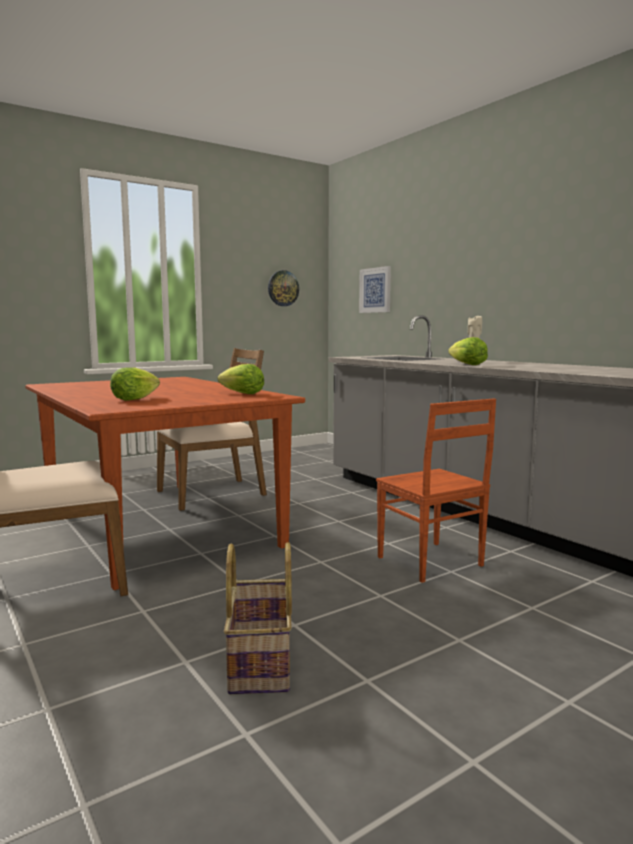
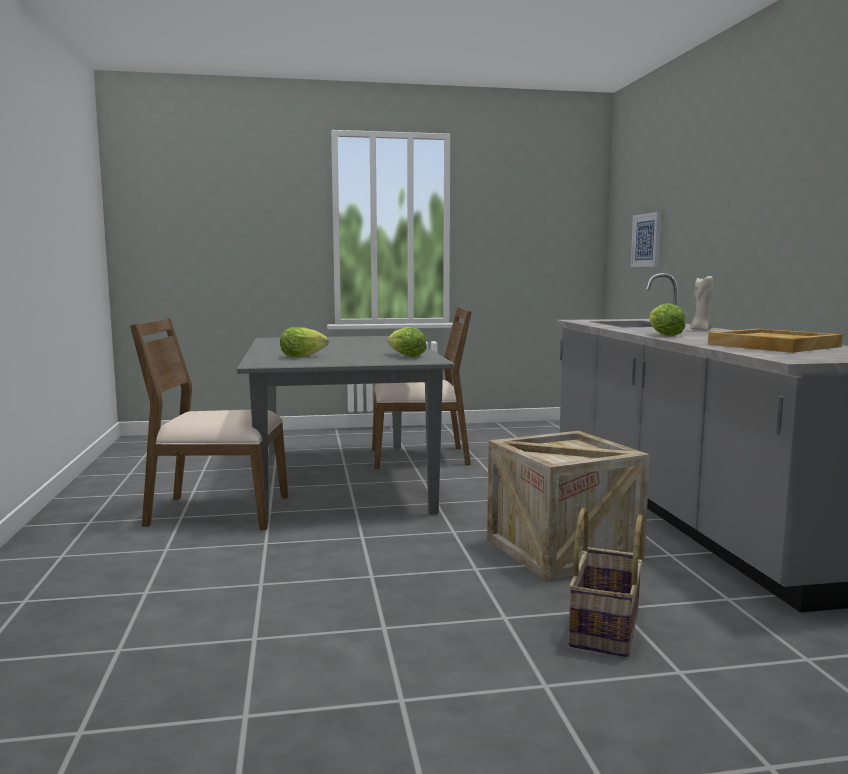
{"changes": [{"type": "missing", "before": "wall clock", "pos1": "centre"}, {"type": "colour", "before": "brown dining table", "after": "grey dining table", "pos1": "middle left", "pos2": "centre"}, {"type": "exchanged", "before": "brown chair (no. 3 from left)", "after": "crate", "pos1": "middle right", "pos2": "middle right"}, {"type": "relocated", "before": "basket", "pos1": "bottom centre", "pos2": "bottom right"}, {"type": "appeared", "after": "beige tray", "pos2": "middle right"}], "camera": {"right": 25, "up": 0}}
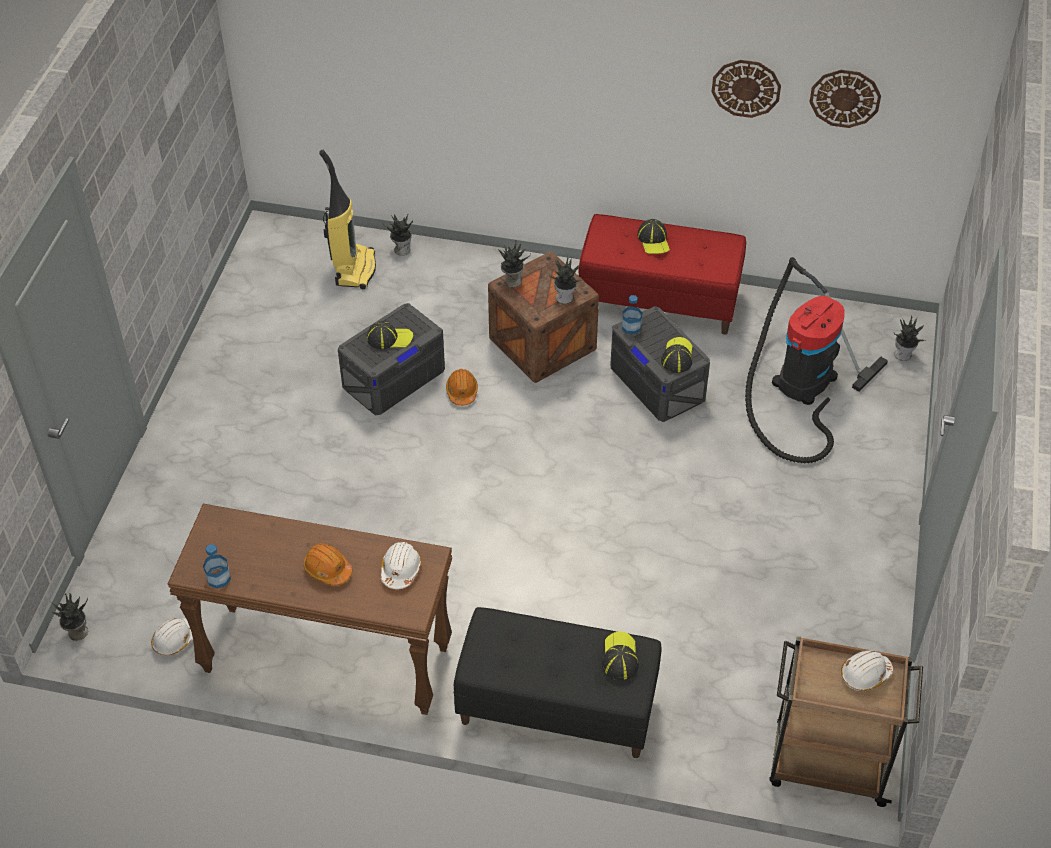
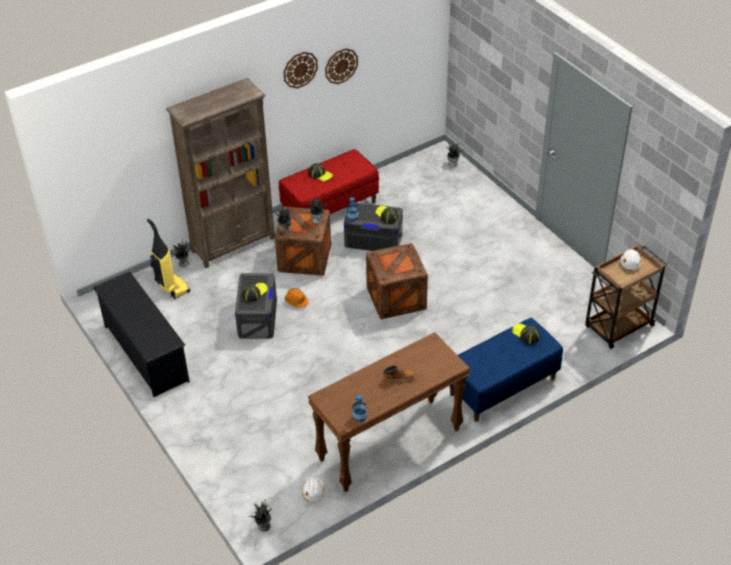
{"changes": [{"type": "relocated", "before": "wall clock (no. 2 from left in the first image)", "after": "wall clock (no. 1 from left)", "pos1": "top right", "pos2": "top centre"}, {"type": "missing", "before": "vacuum cleaner (no. 2 from left)", "pos1": "middle right"}, {"type": "missing", "before": "white hard hat (no. 2 from left)", "pos1": "centre"}, {"type": "exchanged", "before": "orange hard hat (no. 1 from left)", "after": "boot", "pos1": "middle left", "pos2": "centre"}, {"type": "colour", "before": "black bench", "after": "blue bench", "pos1": "bottom centre", "pos2": "middle right"}, {"type": "appeared", "after": "brown bookcase", "pos2": "top left"}, {"type": "appeared", "after": "crate (no. 2 from left)", "pos2": "centre"}, {"type": "appeared", "after": "black shoe rack", "pos2": "middle left"}], "camera": {"right": -45, "up": -5}}
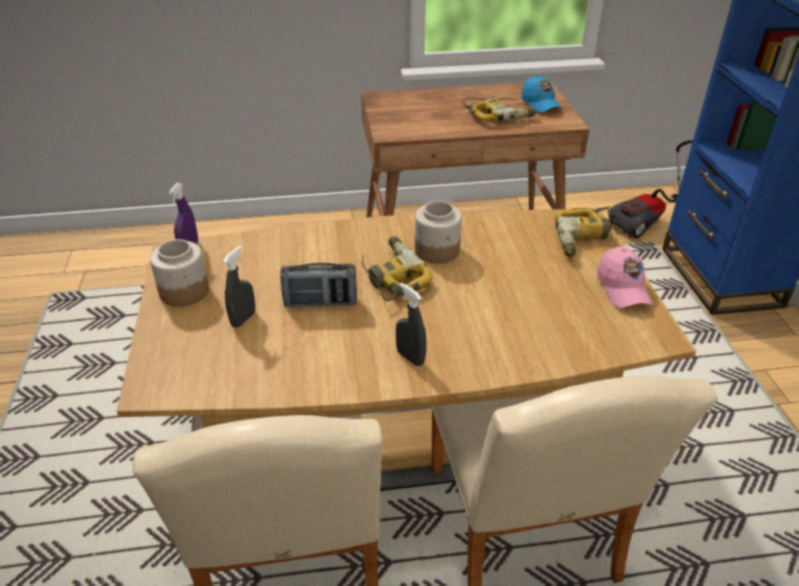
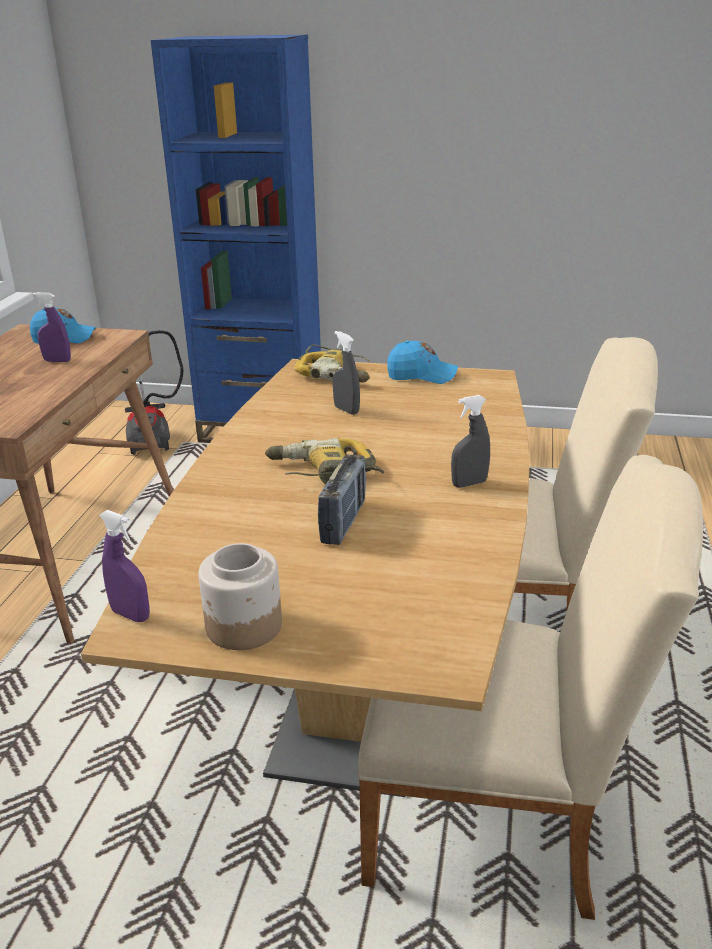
{"changes": [{"type": "exchanged", "before": "power drill (no. 2 from left)", "after": "purple spray bottle (no. 1 from left)", "pos1": "top centre", "pos2": "middle left"}, {"type": "missing", "before": "jar (no. 2 from left)", "pos1": "centre"}, {"type": "relocated", "before": "grey spray bottle (no. 1 from left)", "pos1": "middle left", "pos2": "centre"}, {"type": "colour", "before": "pink cap", "after": "blue cap (no. 2 from left)", "pos1": "middle right", "pos2": "centre"}], "camera": {"right": -70, "up": -10}}
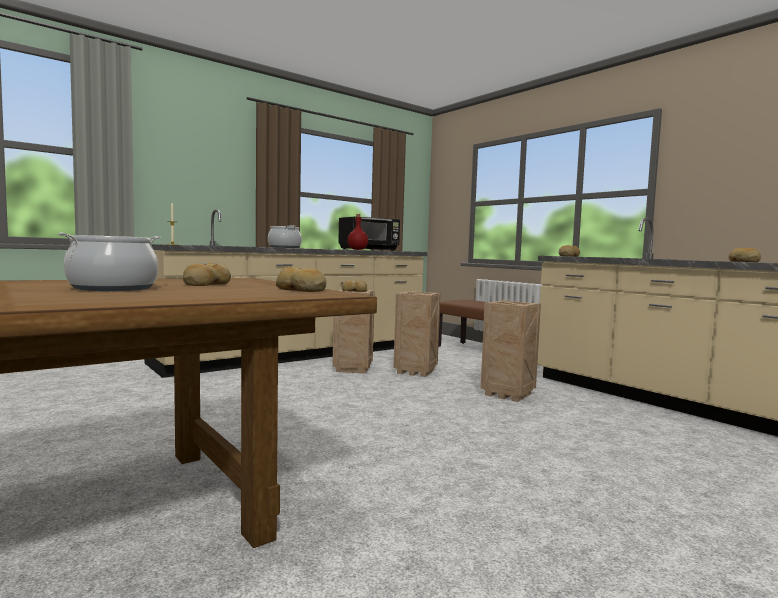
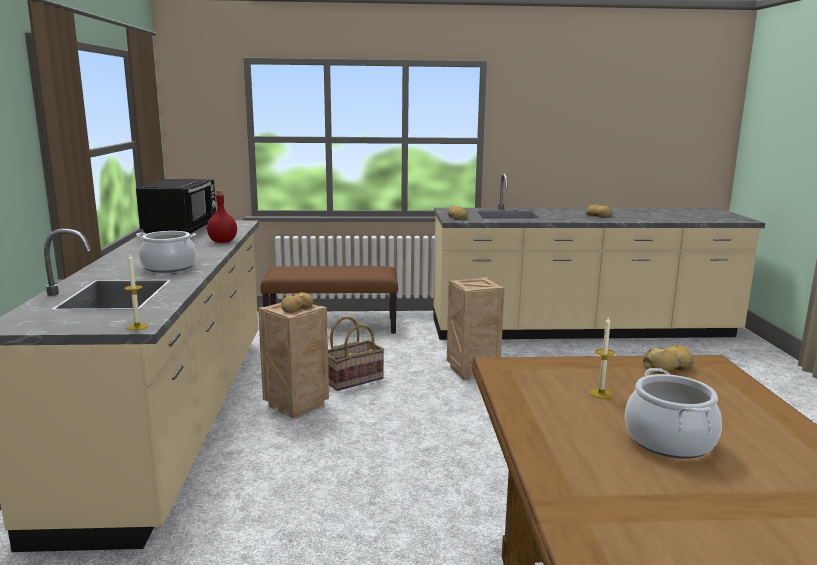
{"changes": [{"type": "exchanged", "before": "bread (no. 1 from left)", "after": "candle (no. 2 from left)", "pos1": "middle left", "pos2": "middle right"}, {"type": "exchanged", "before": "crate (no. 2 from left)", "after": "basket", "pos1": "centre", "pos2": "centre"}], "camera": {"right": -55, "up": 10}}
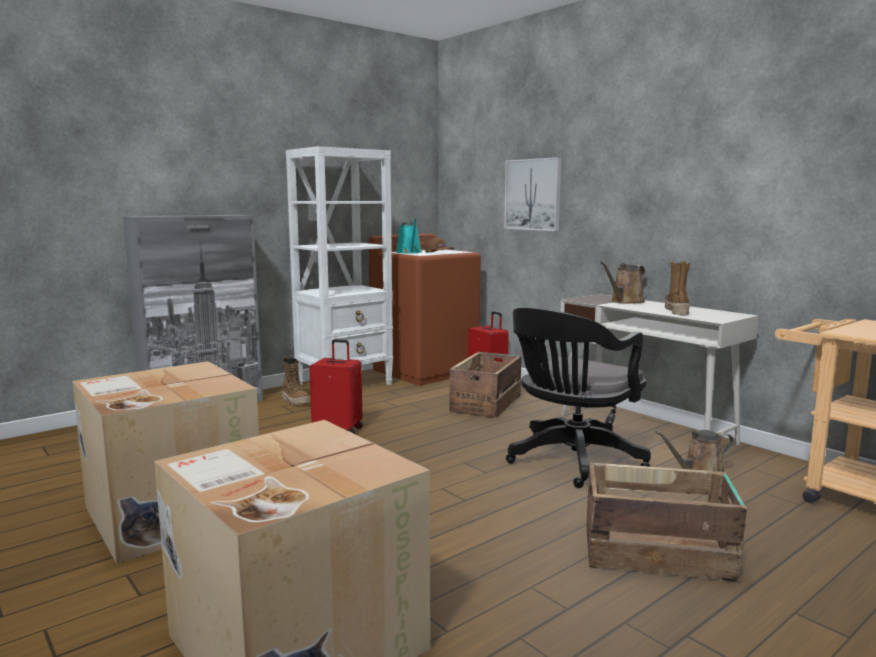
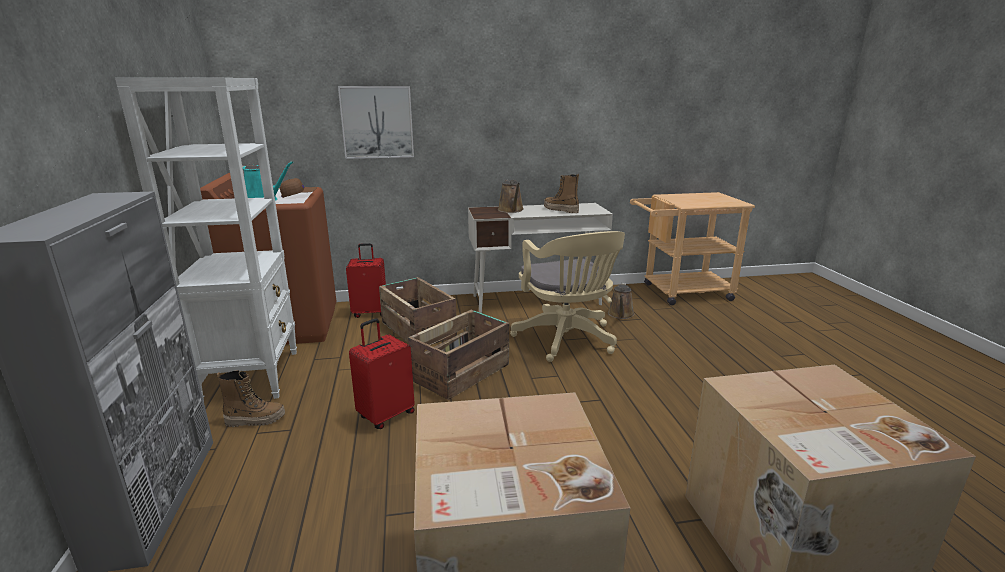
{"changes": [{"type": "colour", "before": "black office chair", "after": "beige office chair", "pos1": "centre", "pos2": "centre"}, {"type": "relocated", "before": "crate (no. 2 from left)", "pos1": "bottom right", "pos2": "centre"}], "camera": {"right": -60, "up": 10}}
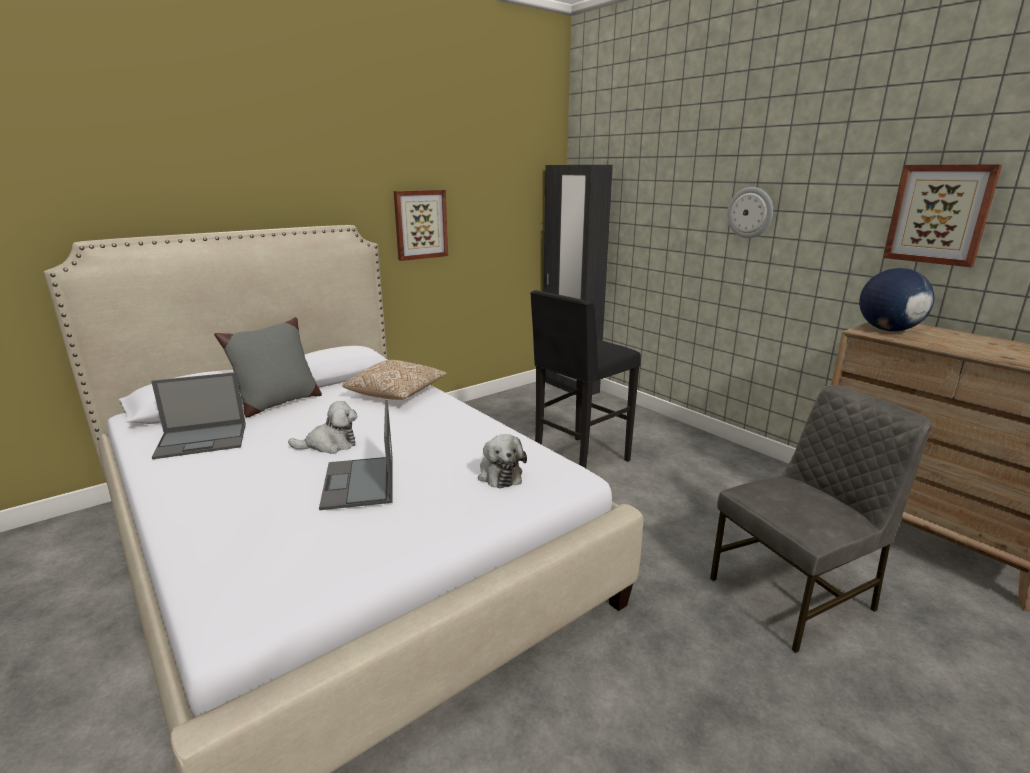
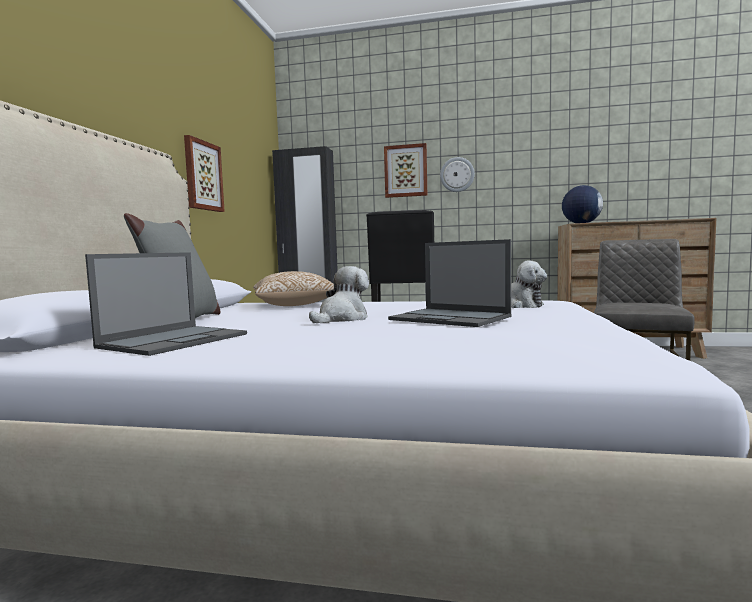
{"changes": [{"type": "relocated", "before": "picture (no. 2 from left)", "pos1": "top right", "pos2": "top centre"}], "camera": {"right": -40, "up": -15}}
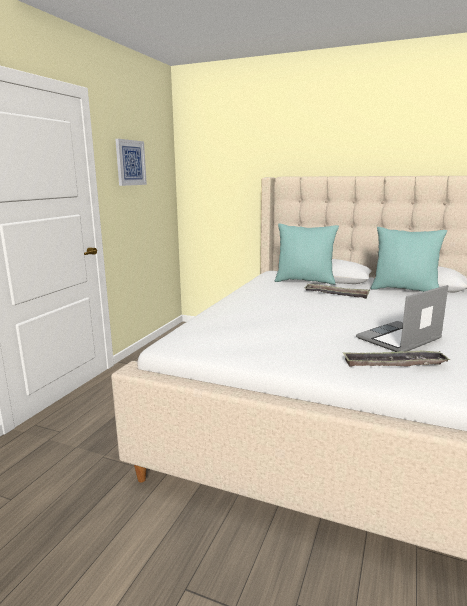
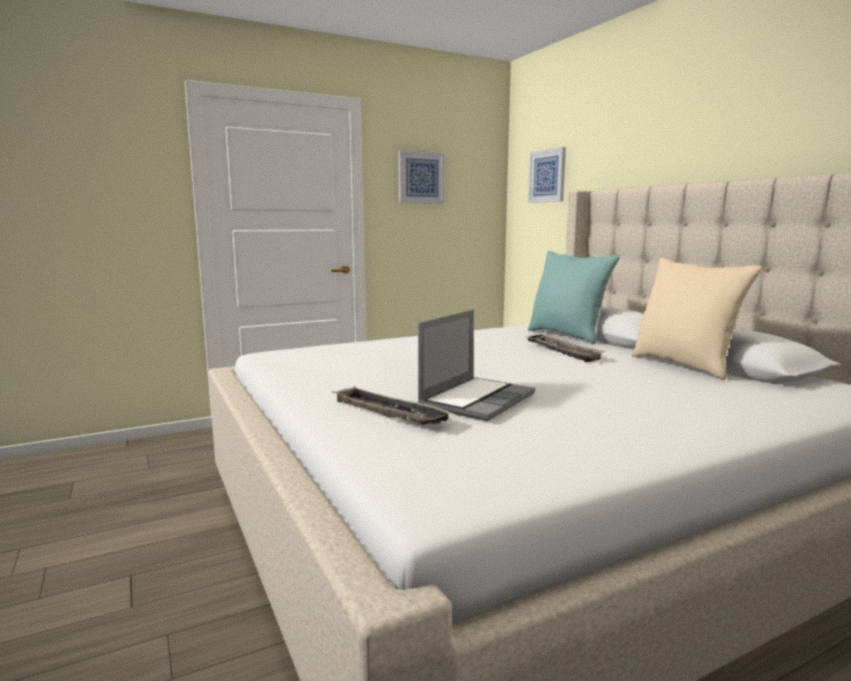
{"changes": [{"type": "colour", "before": "turquoise pillow (no. 2 from left)", "after": "beige pillow", "pos1": "middle right", "pos2": "middle right"}, {"type": "spun", "before": "laptop", "pos1": "middle right", "pos2": "centre", "turn": 120}, {"type": "appeared", "after": "picture (no. 2 from left)", "pos2": "top centre"}], "camera": {"right": 40, "up": -5}}
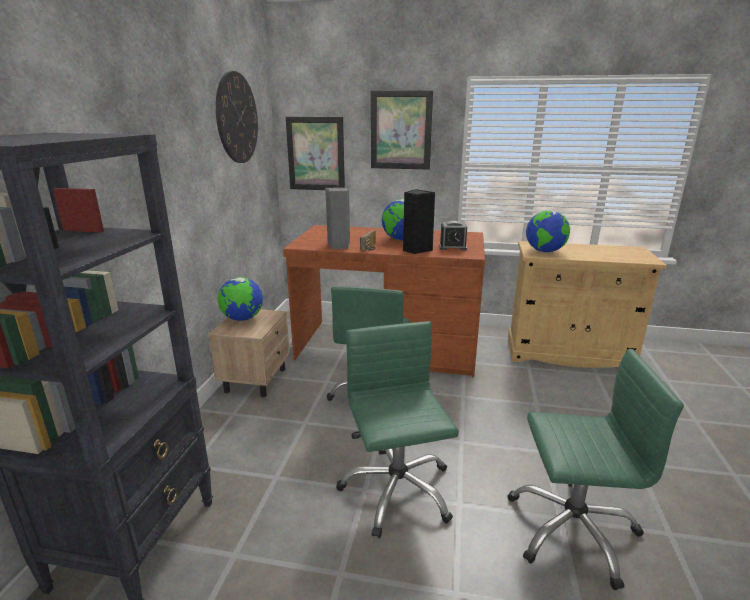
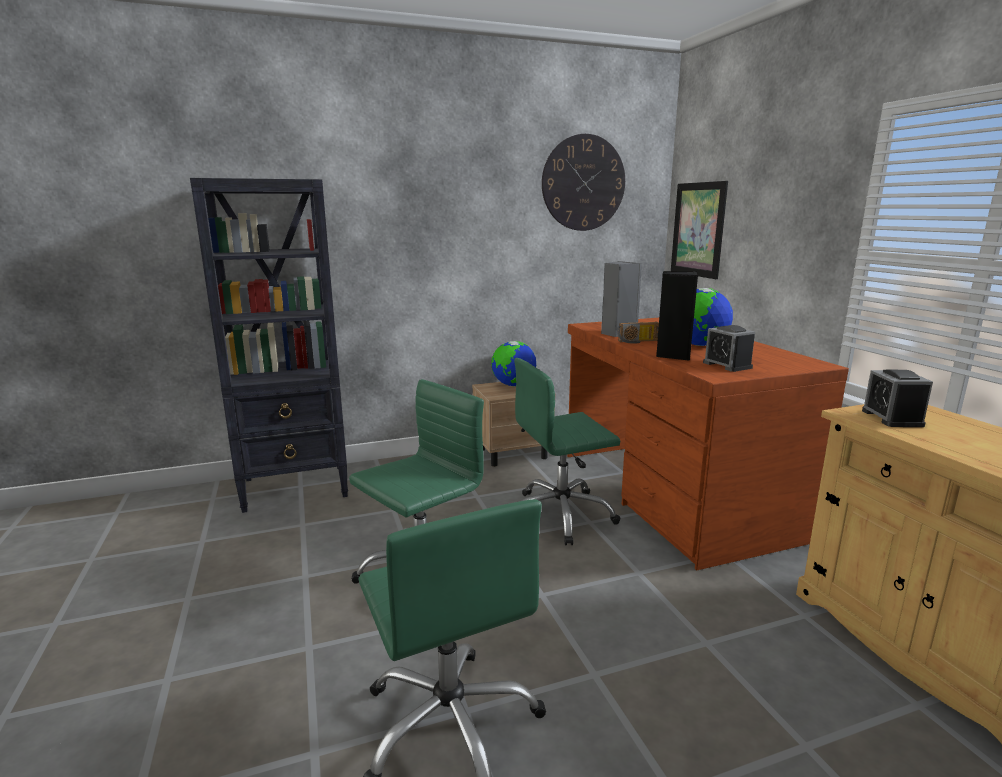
{"changes": [{"type": "missing", "before": "picture (no. 2 from left)", "pos1": "top centre"}, {"type": "exchanged", "before": "globe (no. 3 from left)", "after": "alarm clock (no. 2 from left)", "pos1": "middle right", "pos2": "middle right"}], "camera": {"right": 60, "up": -5}}
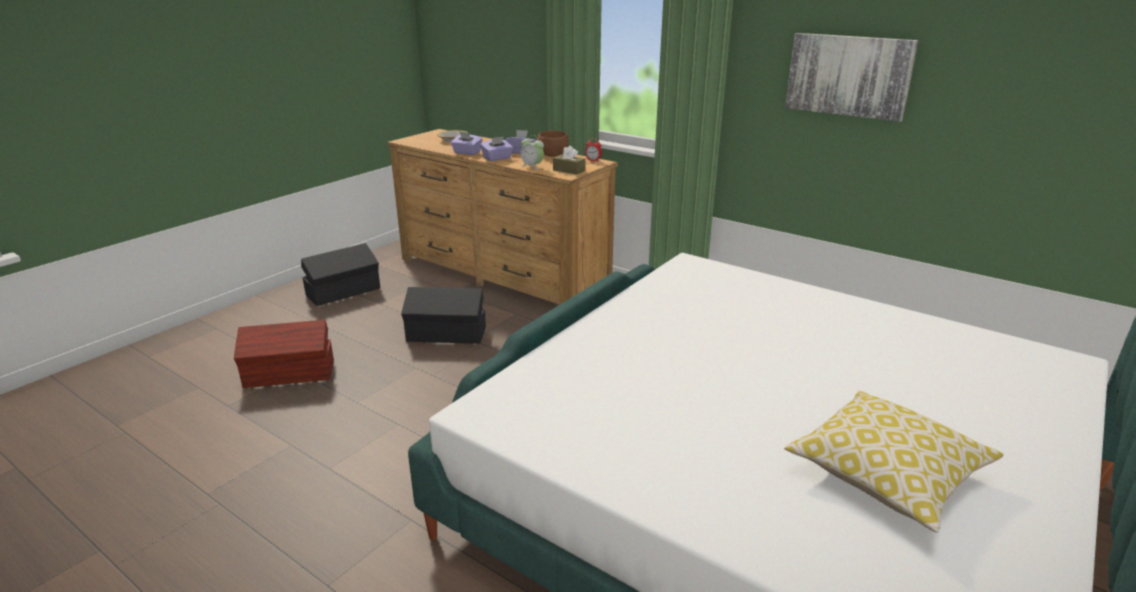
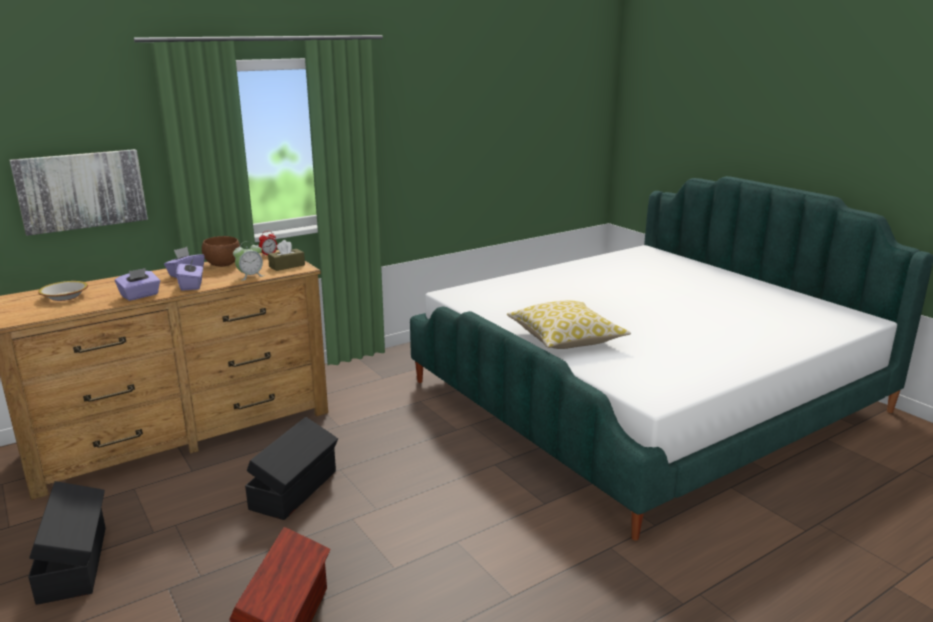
{"changes": [{"type": "relocated", "before": "picture", "pos1": "top right", "pos2": "top left"}, {"type": "relocated", "before": "pillow", "pos1": "bottom right", "pos2": "centre"}], "camera": {"right": -70, "up": -5}}
